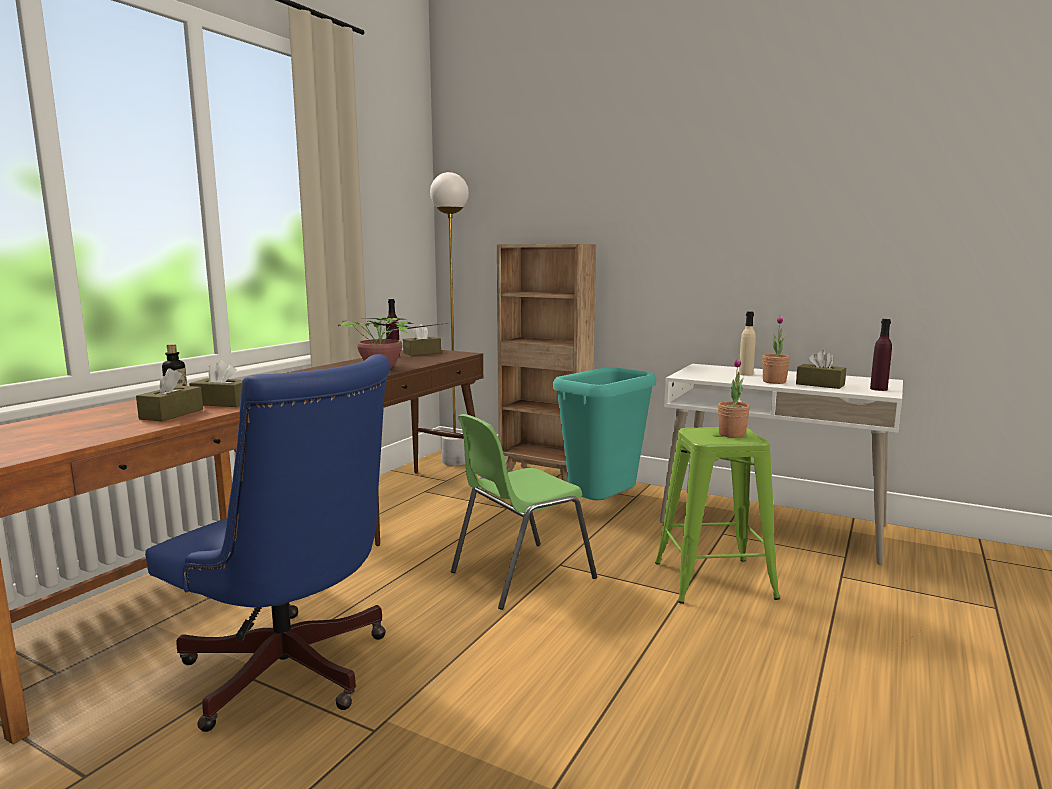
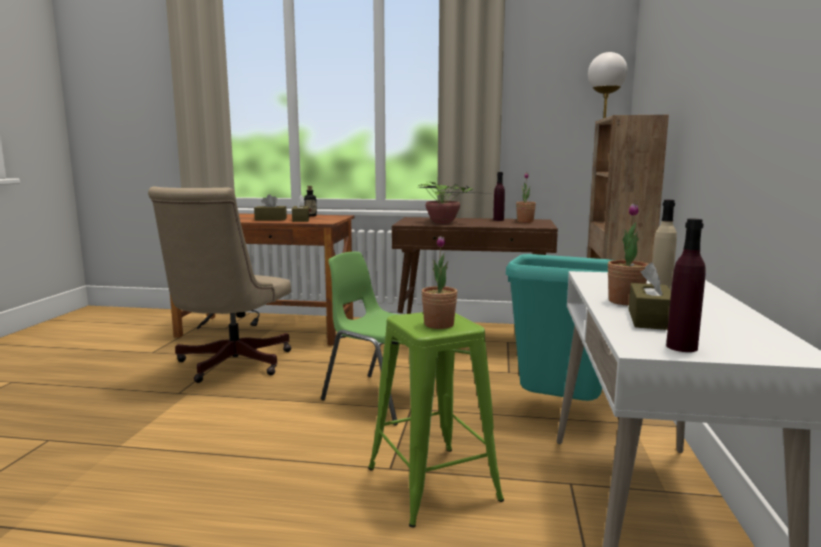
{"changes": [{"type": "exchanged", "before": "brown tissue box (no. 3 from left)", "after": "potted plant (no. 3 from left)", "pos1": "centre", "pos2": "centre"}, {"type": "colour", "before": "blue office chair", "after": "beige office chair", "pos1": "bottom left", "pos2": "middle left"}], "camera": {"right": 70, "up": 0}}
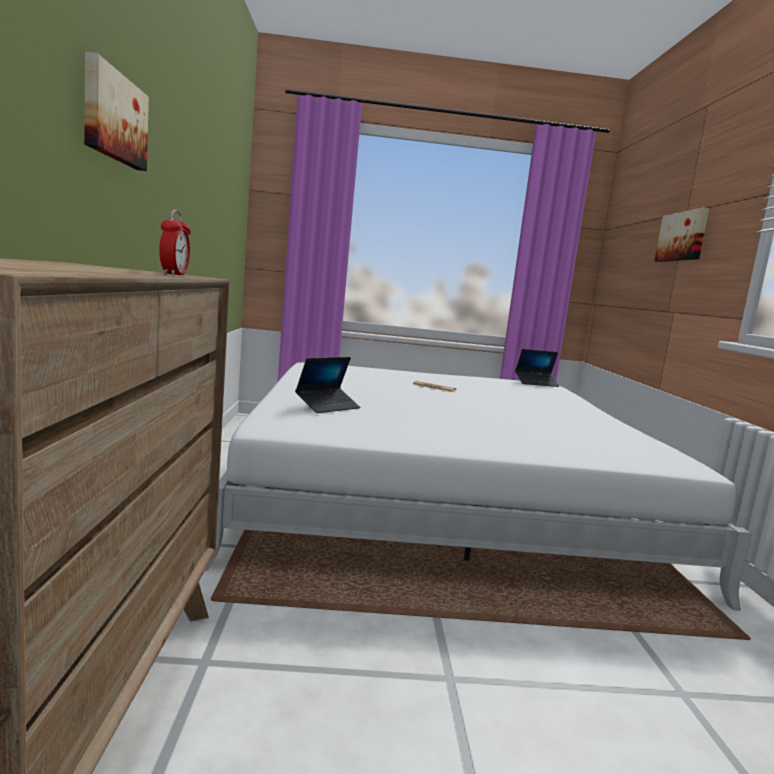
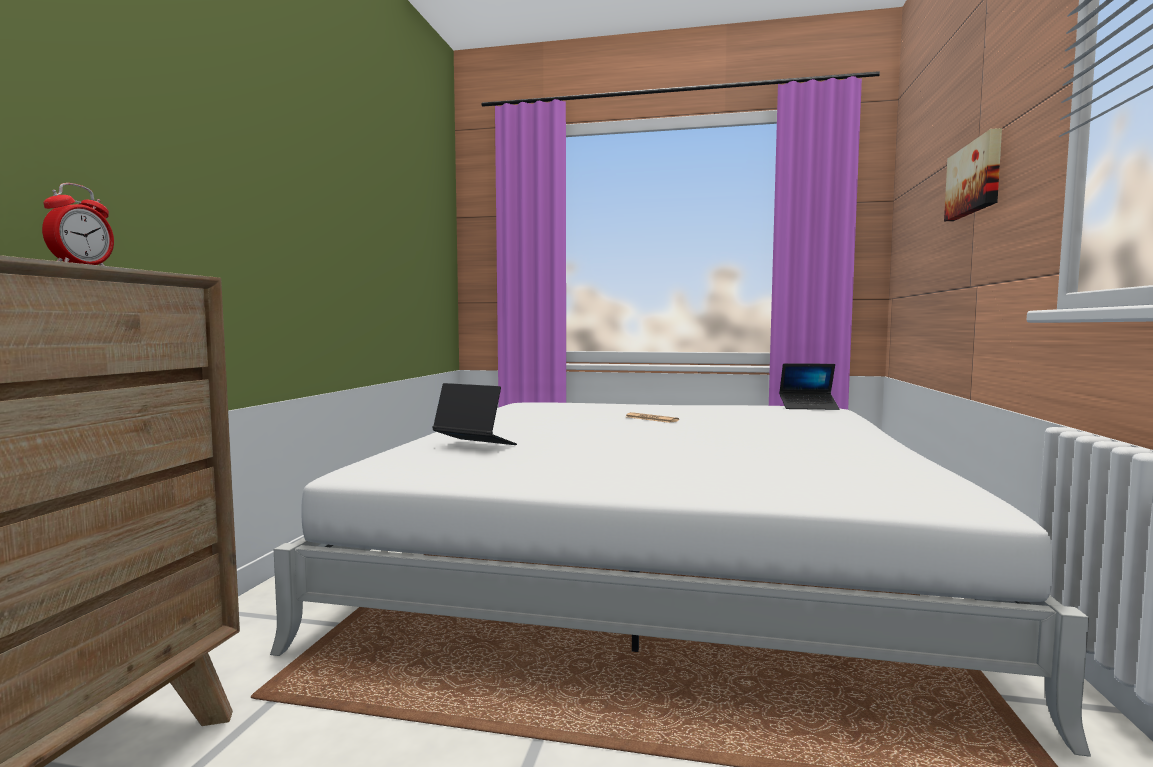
{"changes": [{"type": "missing", "before": "picture (no. 1 from left)", "pos1": "top left"}, {"type": "spun", "before": "laptop (no. 1 from left)", "pos1": "centre", "pos2": "centre", "turn": -120}], "camera": {"right": 15, "up": -5}}
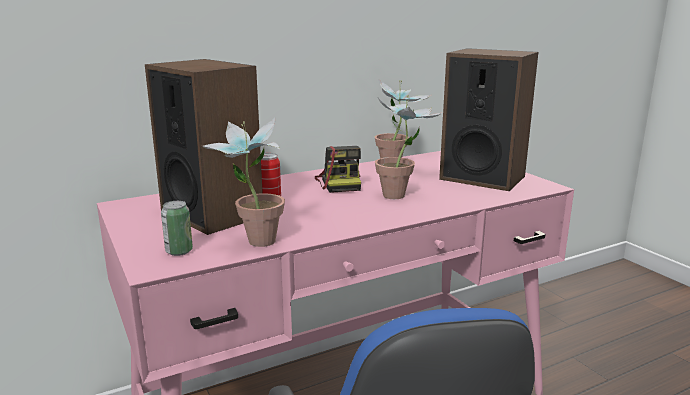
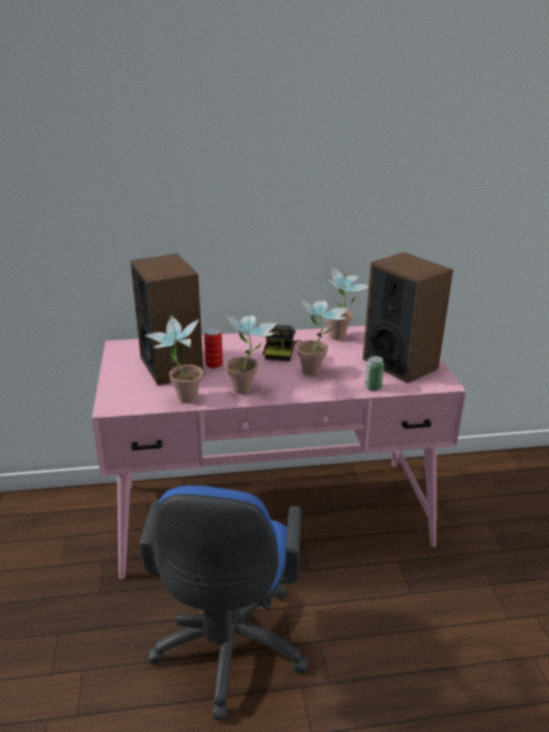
{"changes": [{"type": "relocated", "before": "can (no. 1 from left in the first image)", "after": "can (no. 2 from left)", "pos1": "middle left", "pos2": "middle right"}, {"type": "appeared", "after": "potted plant (no. 2 from left)", "pos2": "centre"}], "camera": {"right": 20, "up": 10}}
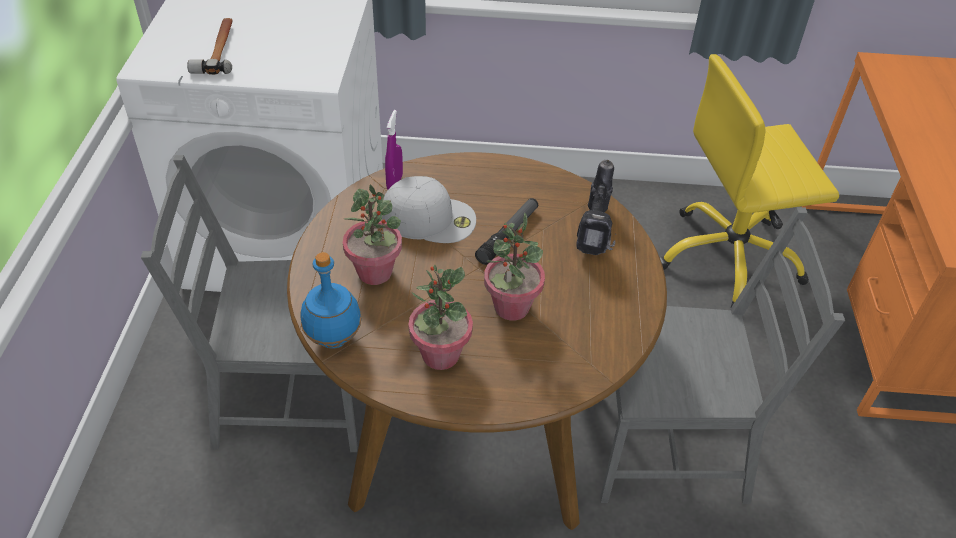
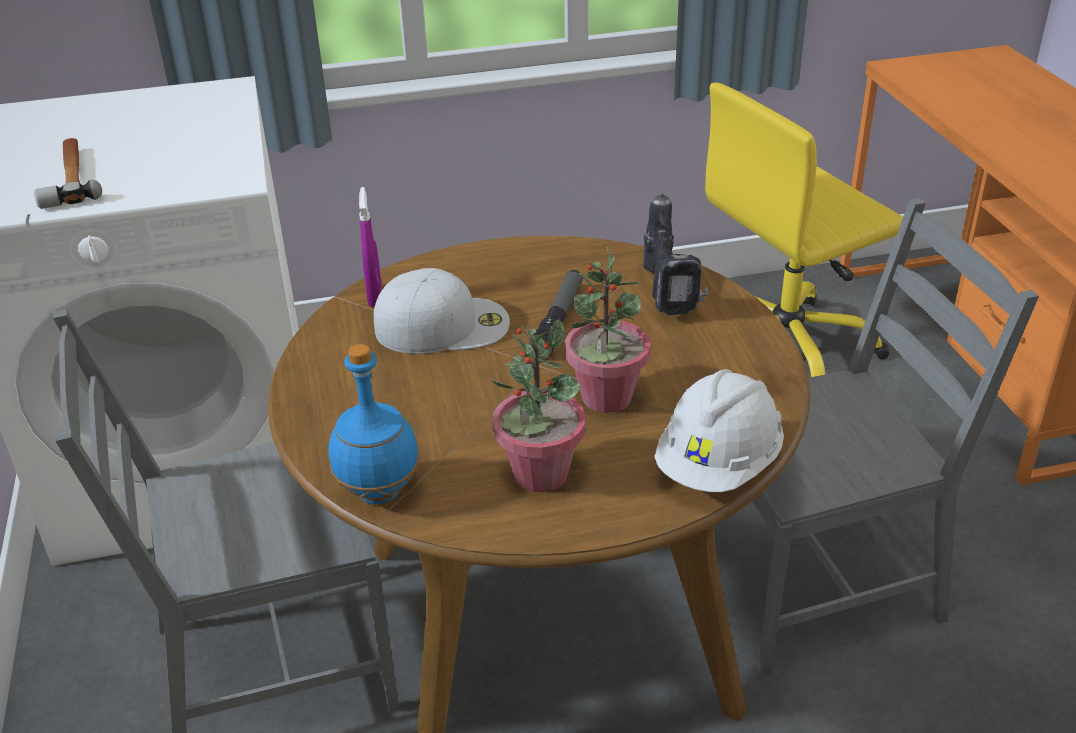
{"changes": [{"type": "missing", "before": "potted plant (no. 1 from left)", "pos1": "centre"}, {"type": "appeared", "after": "white hard hat", "pos2": "middle right"}], "camera": {"right": -15, "up": -10}}
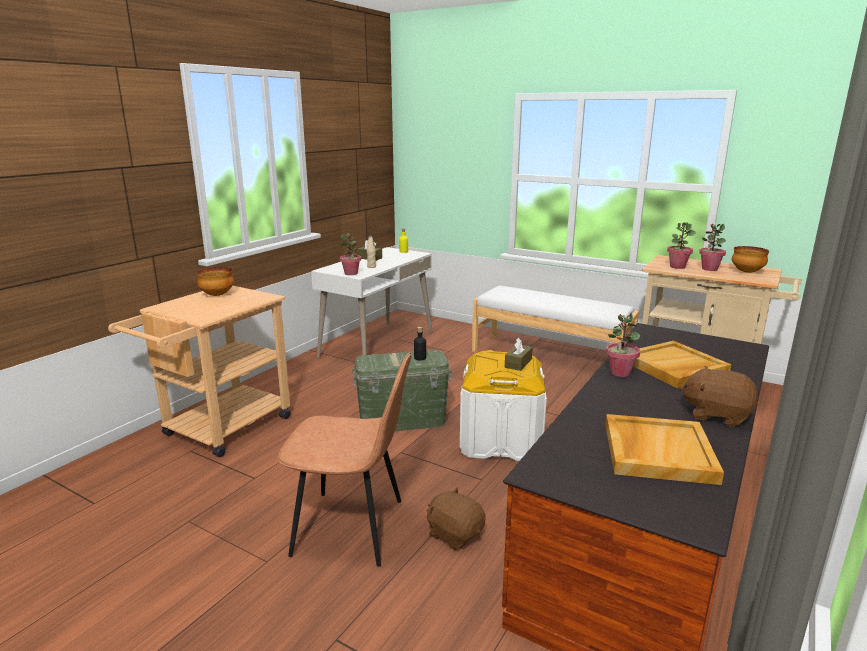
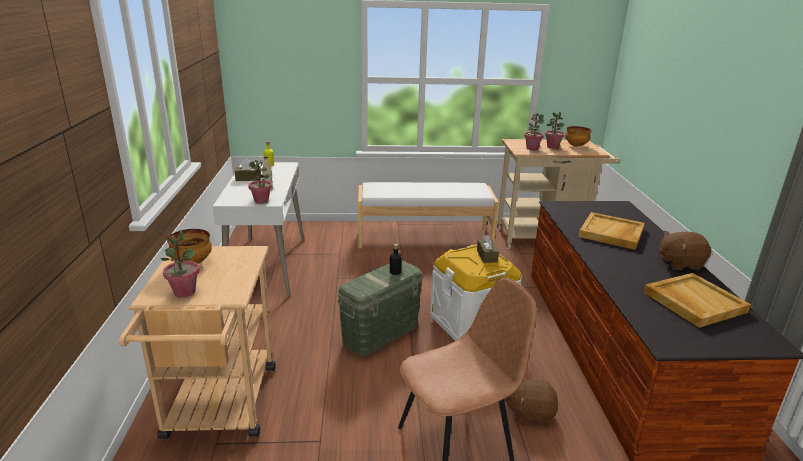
{"changes": [{"type": "relocated", "before": "potted plant (no. 2 from left in the first image)", "after": "potted plant (no. 1 from left)", "pos1": "middle right", "pos2": "middle left"}], "camera": {"right": -35, "up": 5}}
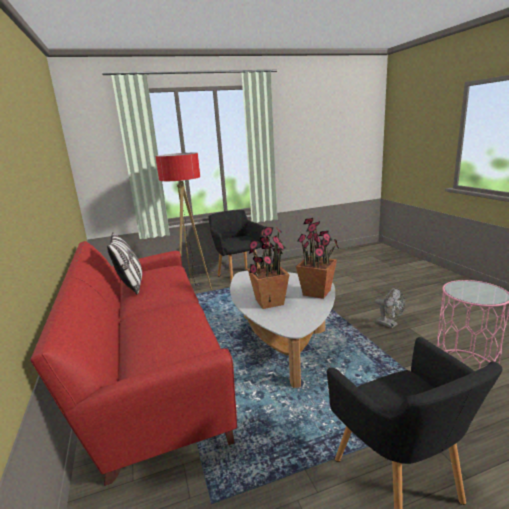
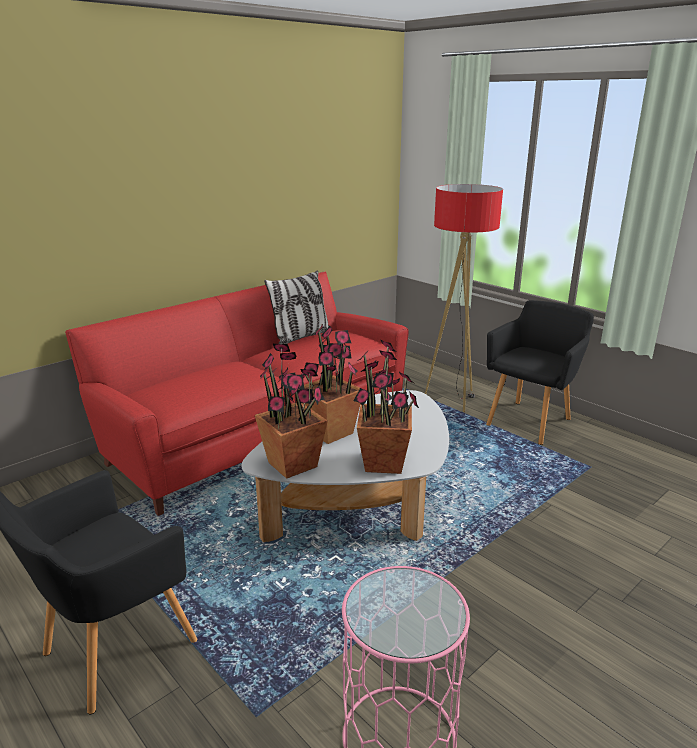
{"changes": [{"type": "missing", "before": "grey fan", "pos1": "middle right"}, {"type": "appeared", "after": "potted plant (no. 1 from left)", "pos2": "centre"}], "camera": {"right": 65, "up": 5}}
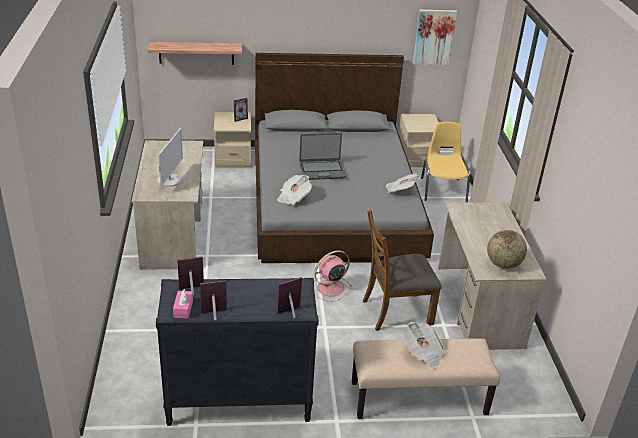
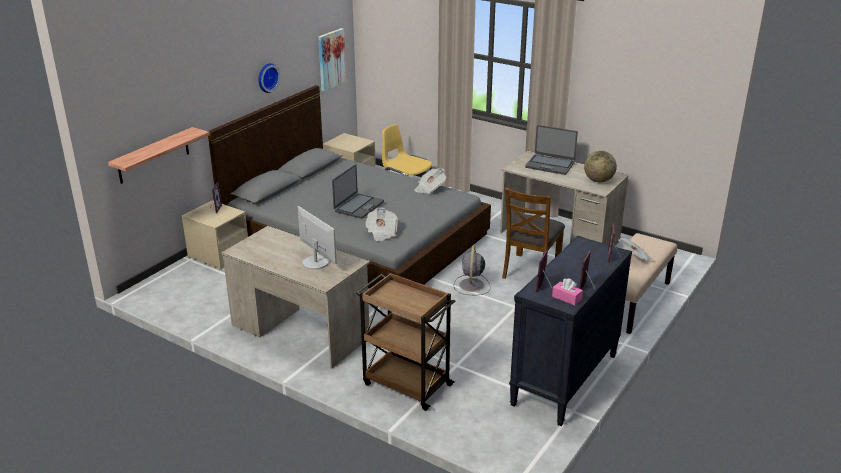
{"changes": [{"type": "colour", "before": "pink fan", "after": "grey fan", "pos1": "centre", "pos2": "centre"}, {"type": "appeared", "after": "wall clock", "pos2": "top left"}, {"type": "appeared", "after": "laptop (no. 2 from left)", "pos2": "top centre"}, {"type": "appeared", "after": "brown cart", "pos2": "bottom centre"}], "camera": {"right": -50, "up": -5}}
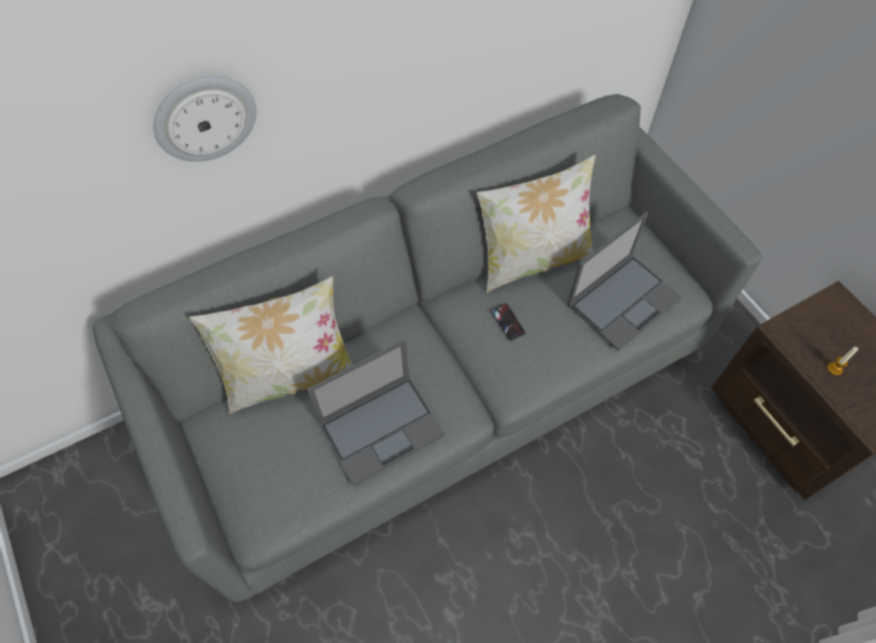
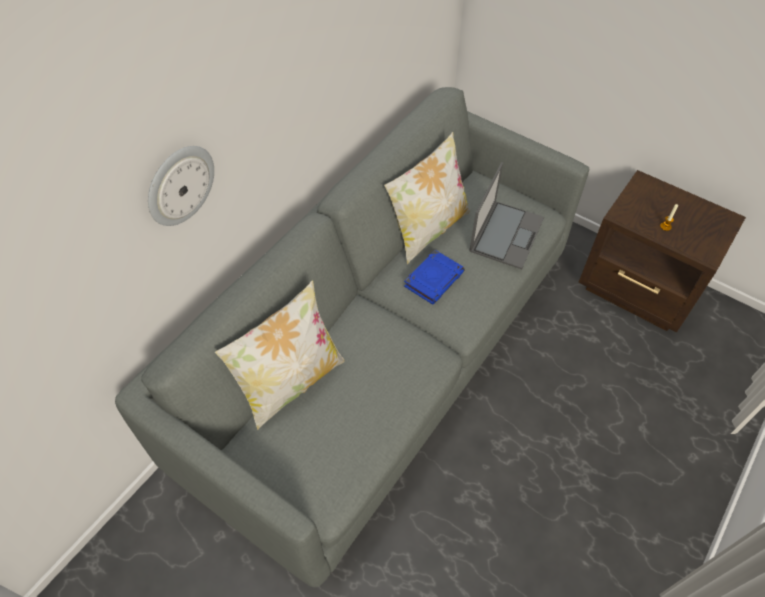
{"changes": [{"type": "exchanged", "before": "phone", "after": "blue book", "pos1": "centre", "pos2": "centre"}, {"type": "missing", "before": "laptop (no. 1 from left)", "pos1": "centre"}], "camera": {"right": -25, "up": -5}}
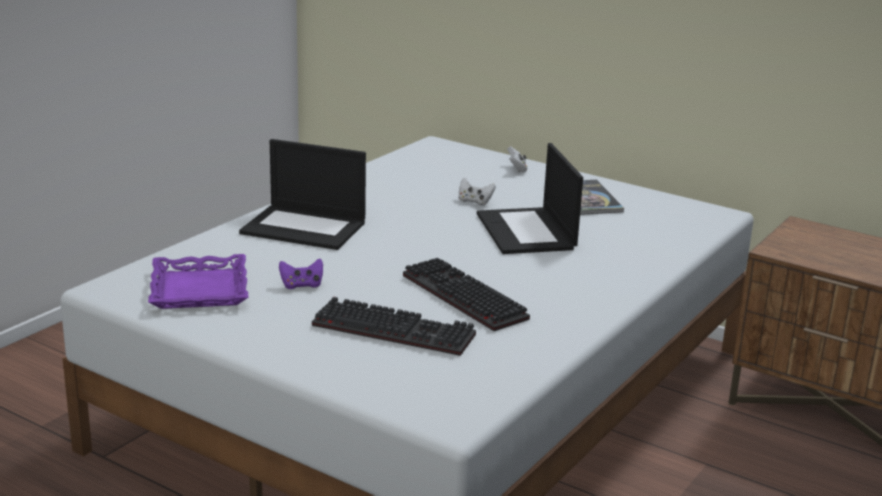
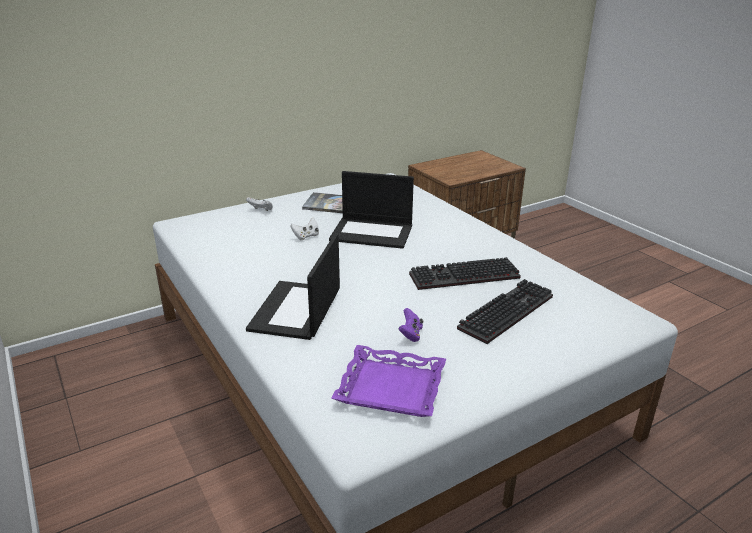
{"changes": [{"type": "spun", "before": "laptop (no. 1 from left)", "pos1": "centre", "pos2": "centre", "turn": 150}], "camera": {"right": -65, "up": 5}}
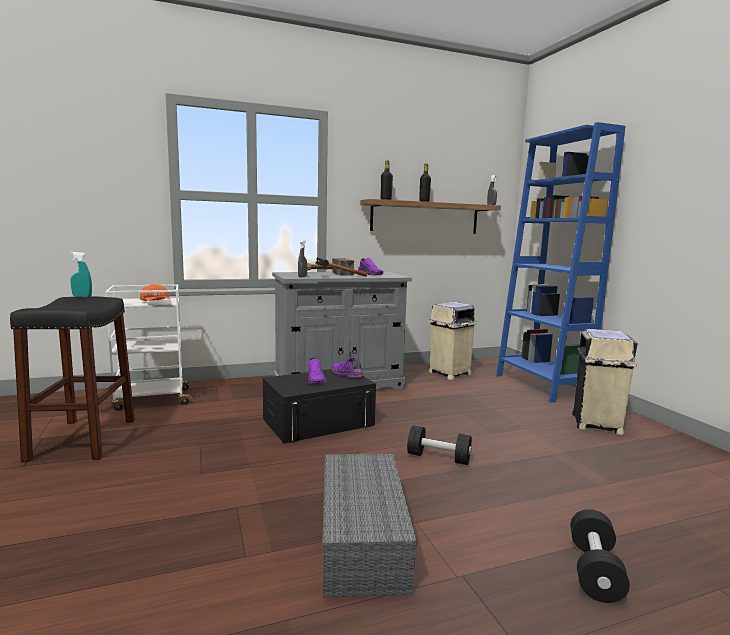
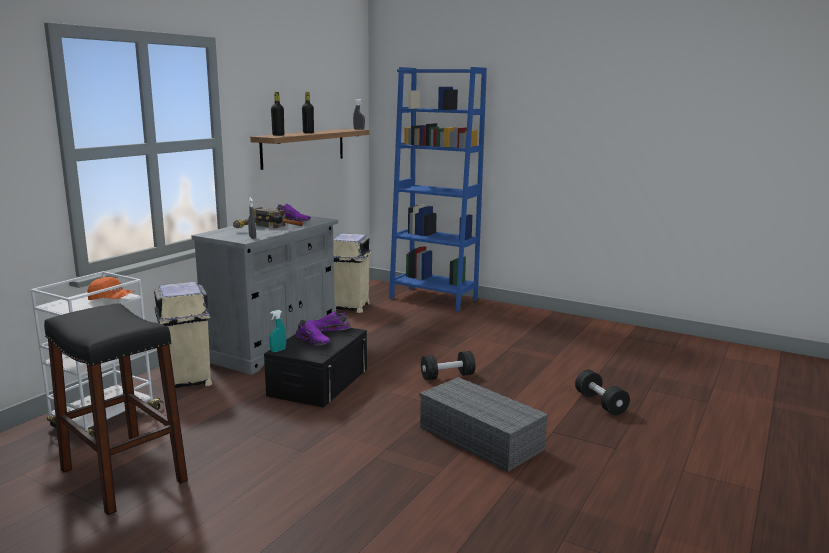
{"changes": [{"type": "relocated", "before": "turquoise spray bottle", "pos1": "middle left", "pos2": "centre"}, {"type": "relocated", "before": "beige trash can (no. 2 from left in the first image)", "after": "beige trash can (no. 1 from left)", "pos1": "middle right", "pos2": "middle left"}], "camera": {"right": -40, "up": 5}}
